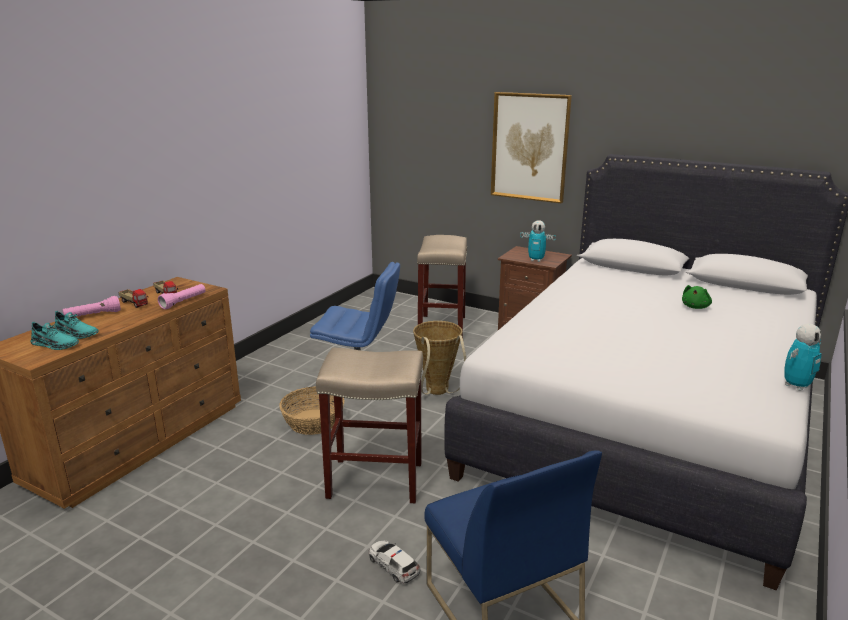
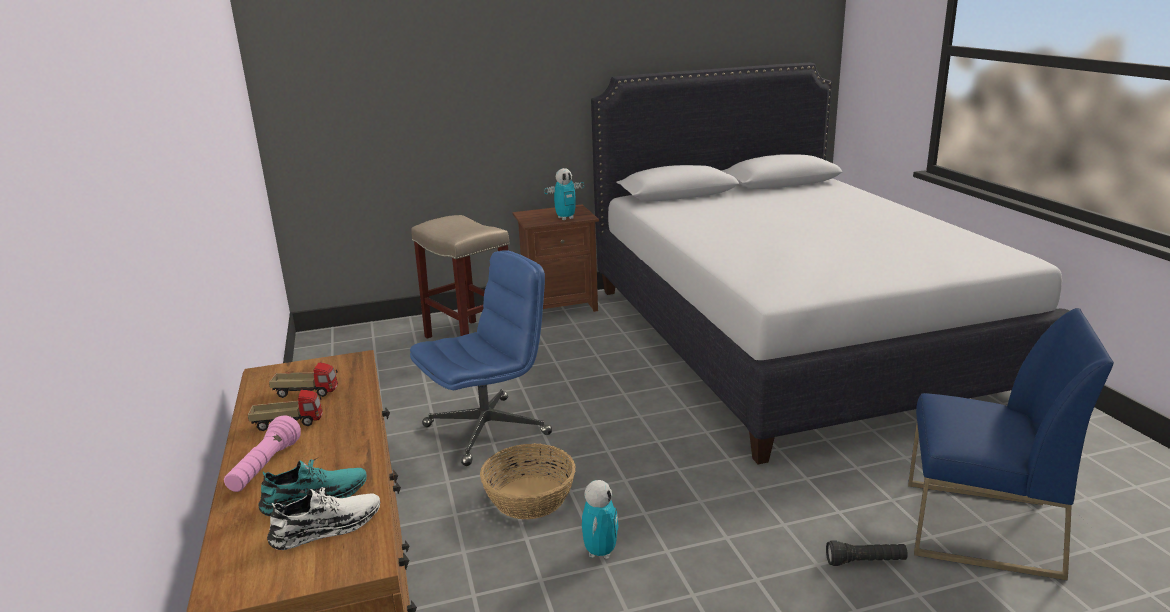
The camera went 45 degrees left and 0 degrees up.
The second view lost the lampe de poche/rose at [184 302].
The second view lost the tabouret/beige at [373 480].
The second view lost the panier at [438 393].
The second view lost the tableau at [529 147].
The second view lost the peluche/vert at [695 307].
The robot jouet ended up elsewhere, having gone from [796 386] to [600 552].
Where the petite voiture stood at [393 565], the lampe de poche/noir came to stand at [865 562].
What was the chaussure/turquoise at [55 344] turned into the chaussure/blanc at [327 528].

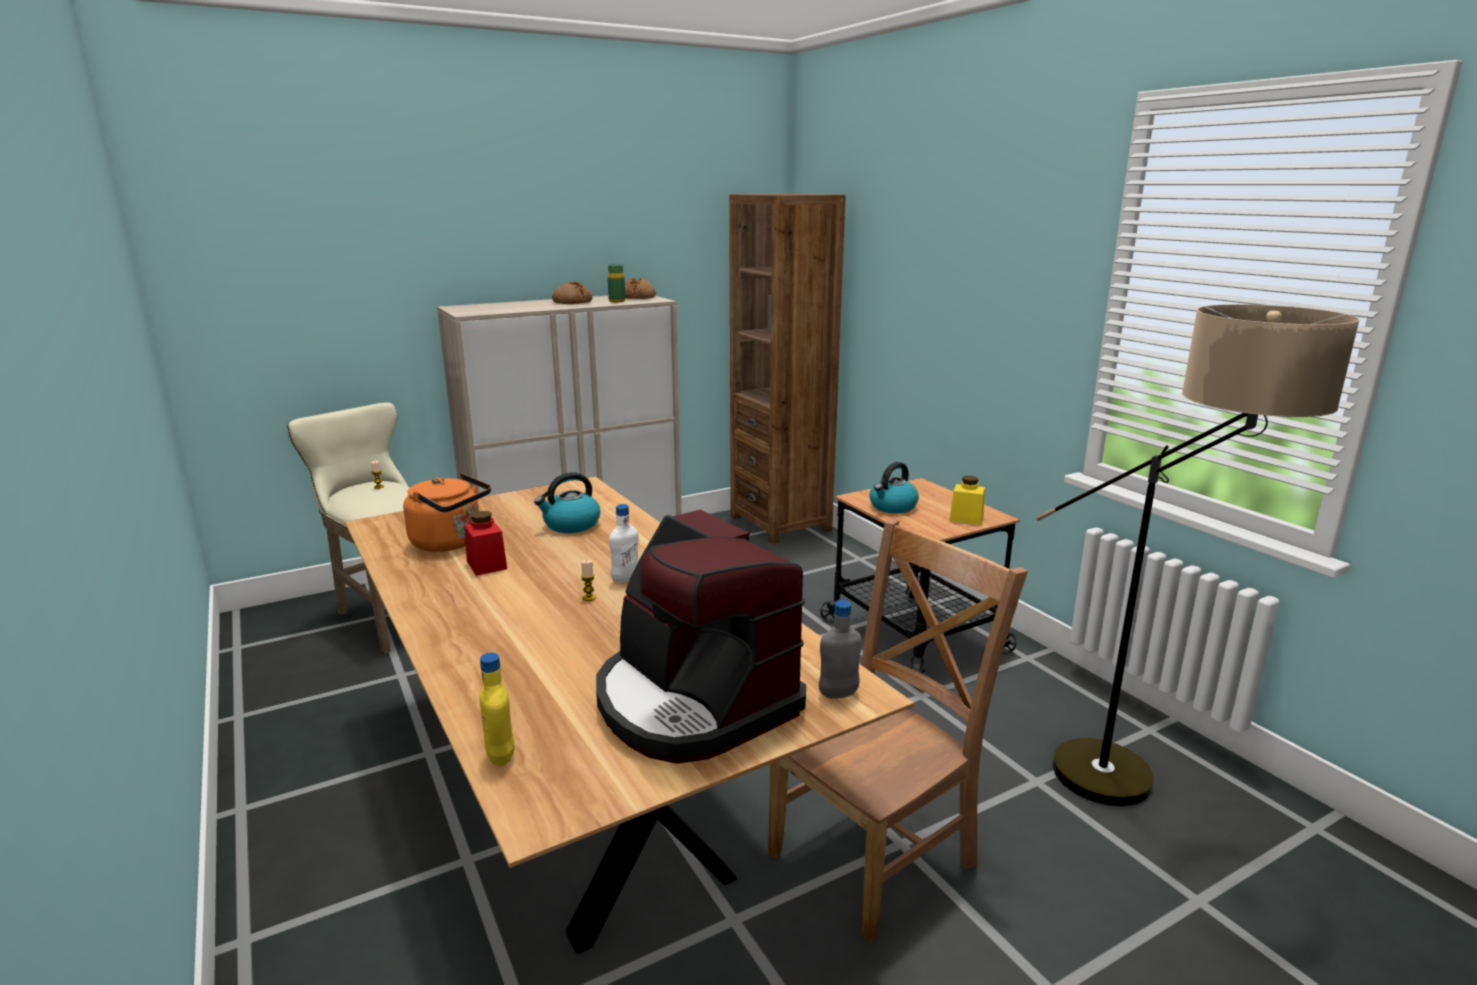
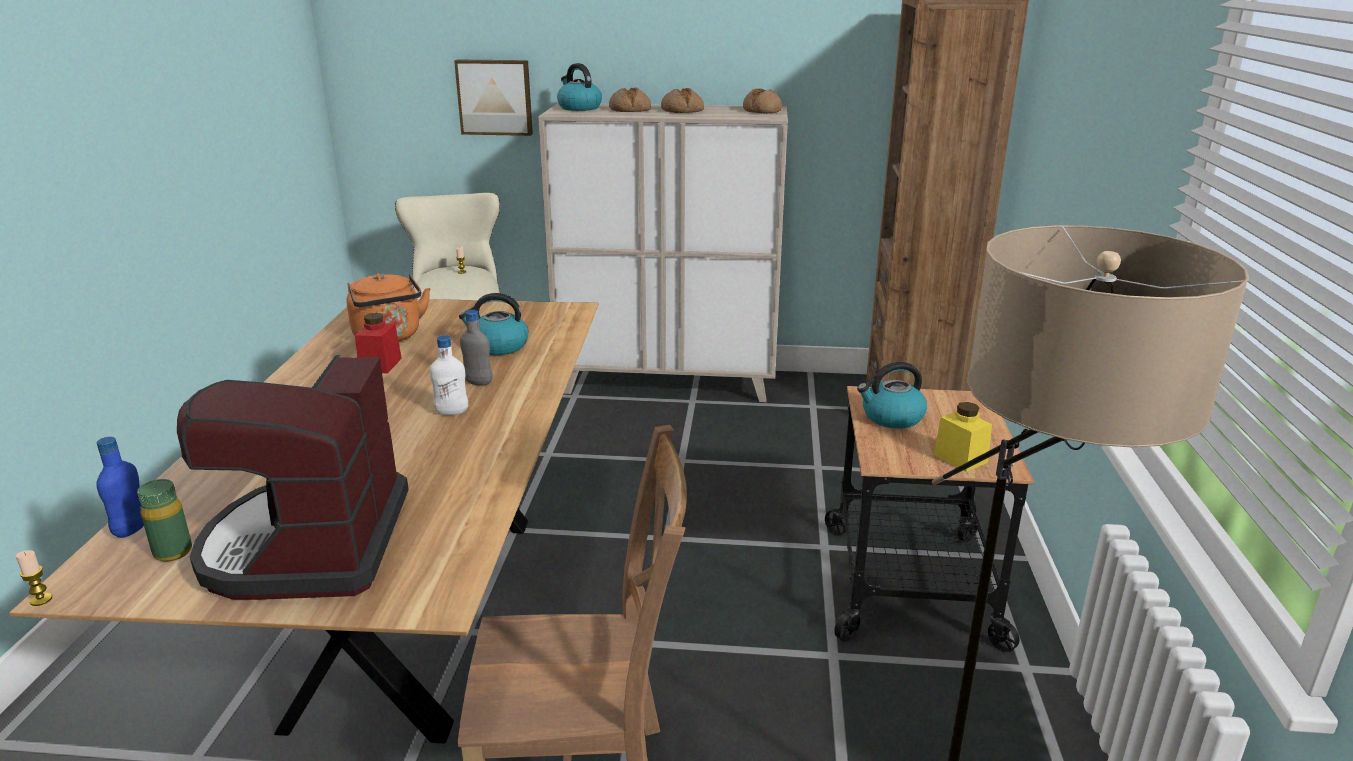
The camera went 35 degrees right and 5 degrees up.
The second view gained the tableau at [495 97].
The second view gained the bouilloire at [579 108].
The second view gained the pain at [630 109].
The bougie ended up elsewhere, having gone from [589 598] to [41 600].
The bouteille/vert ended up elsewhere, having gone from [617 301] to [173 552].
The bouteille/gris ended up elsewhere, having gone from [838 694] to [478 383].
What was the bouteille/jaune at [501 756] turned into the bouteille/bleu at [132 529].

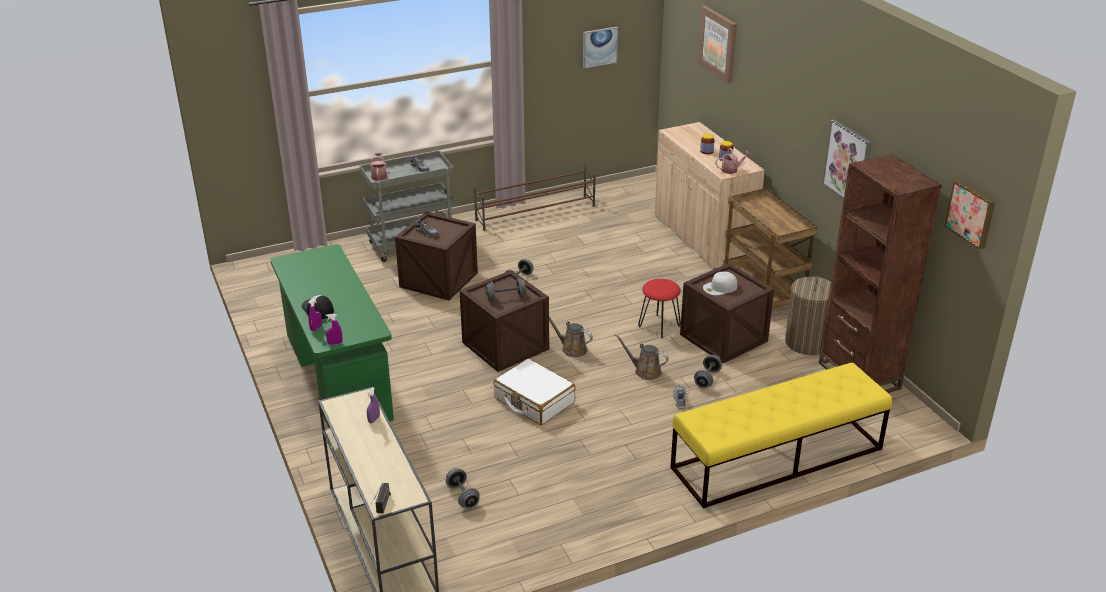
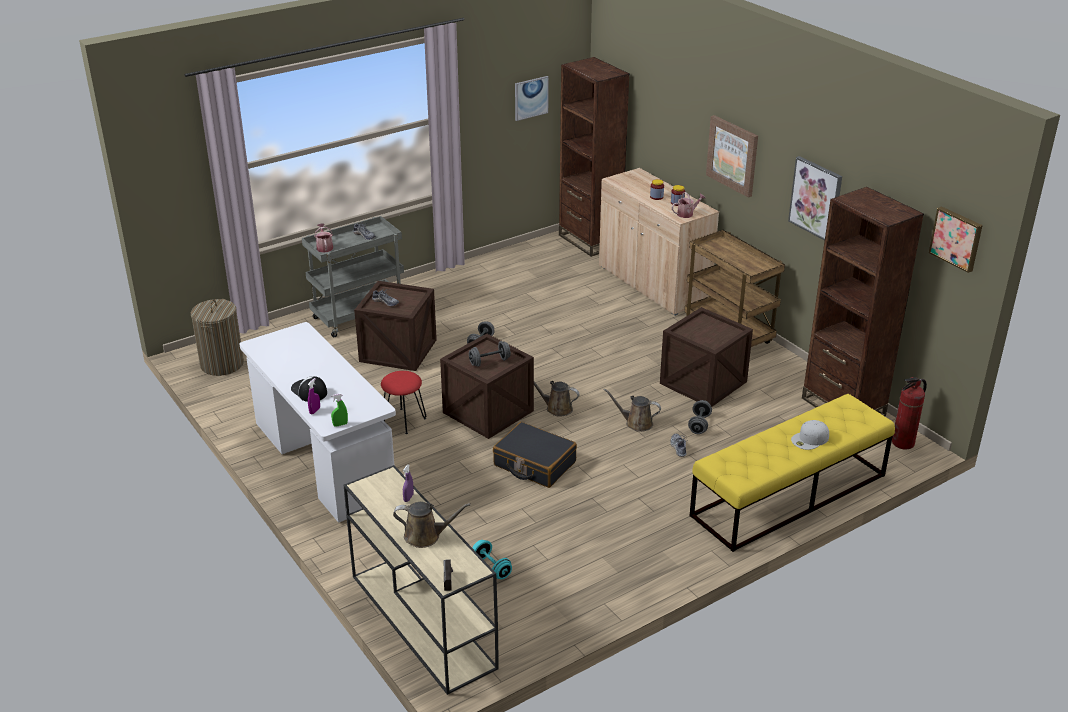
The camera went 10 degrees left and 0 degrees up.
The second view lost the étagère à chaussures/marron at [536 213].
The second view gained the arrosoir/marron at [426 536].
The second view gained the bibliothèque/marron at [590 241].
The second view gained the extincteur at [903 443].
The tabouret/rouge ended up elsewhere, having gone from [659 326] to [404 421].
The tableau ended up elsewhere, having gone from [718 43] to [733 155].
The casquette/blanc ended up elsewhere, having gone from [720 287] to [810 439].
The panier à linge ended up elsewhere, having gone from [807 342] to [222 364].
What was the bureau/vert at [337 377] turned into the bureau/blanc at [323 461].
What was the vaporisateur/violet at [335 343] turned into the vaporisateur/vert at [340 424].
What was the haltère/gris at [462 496] turned into the haltère/turquoise at [491 567].
What was the valise/blanc at [534 401] turned into the valise/noir at [534 464].

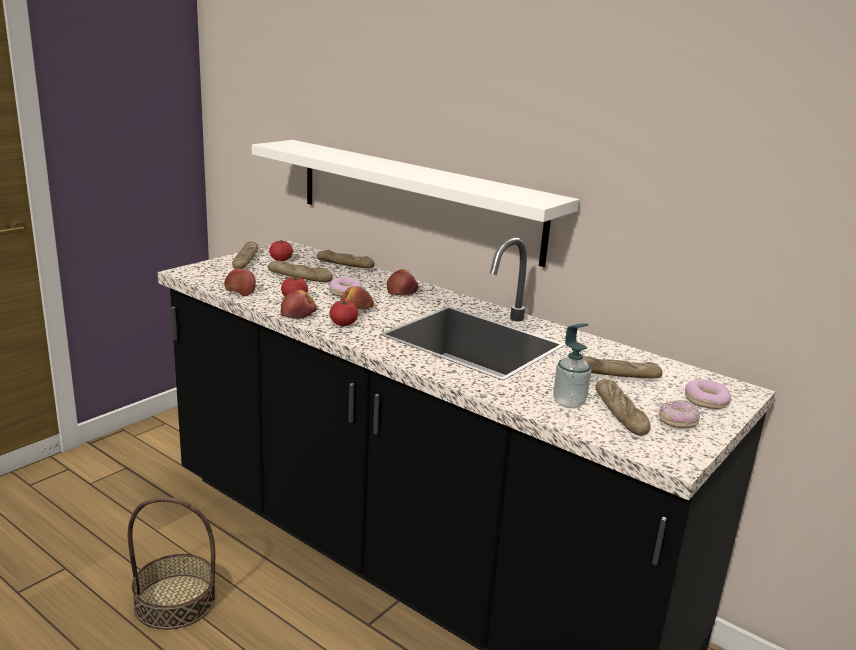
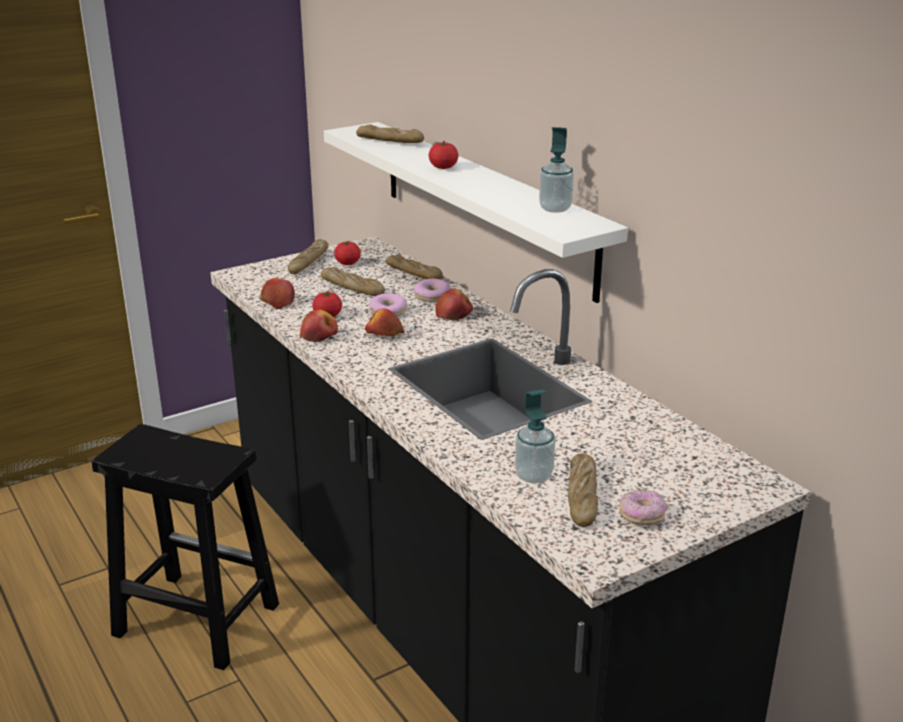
The camera went 20 degrees right and 5 degrees up.
The second view gained the distributeur de savon at [555 208].
The tomate ended up elsewhere, having gone from [343 324] to [443 167].
The pain ended up elsewhere, having gone from [616 375] to [390 141].
The beignet ended up elsewhere, having gone from [706 401] to [432 296].
Where the panier stood at [175 601], the tabouret/noir came to stand at [194 619].

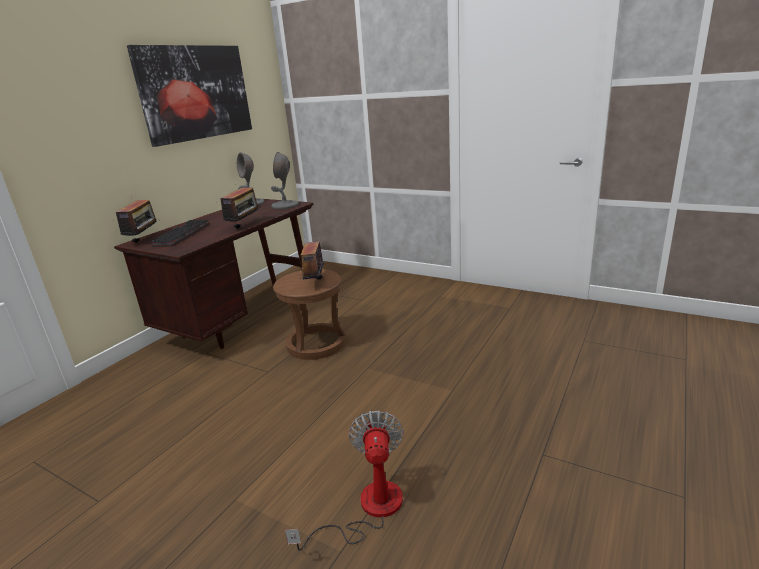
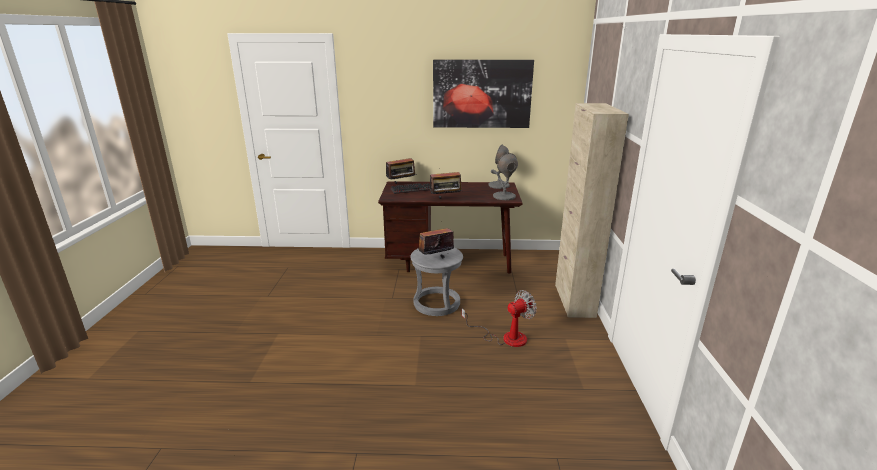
The camera went 60 degrees right and 0 degrees up.
The second view gained the meuble de rangement/beige at [574 300].
The ventilateur ended up elsewhere, having gone from [368 509] to [506 337].
What was the tabouret/marron at [316 344] turned into the tabouret/gris at [436 303].

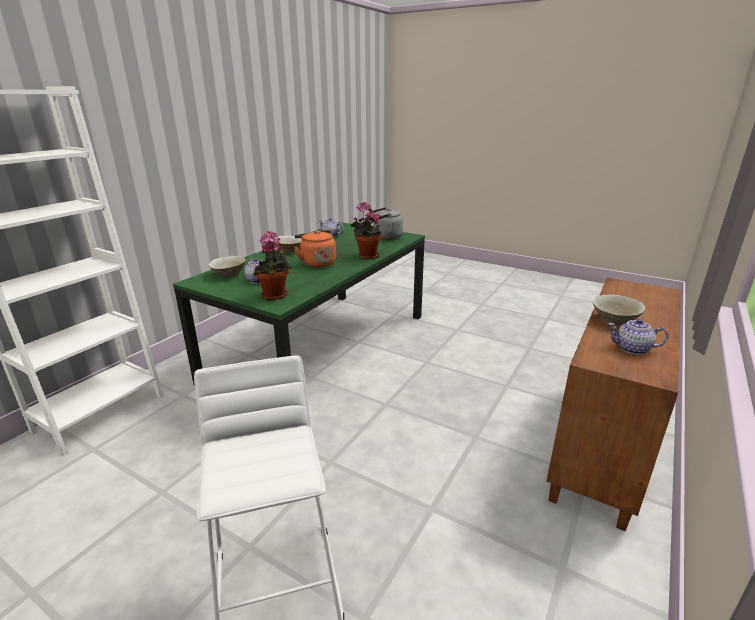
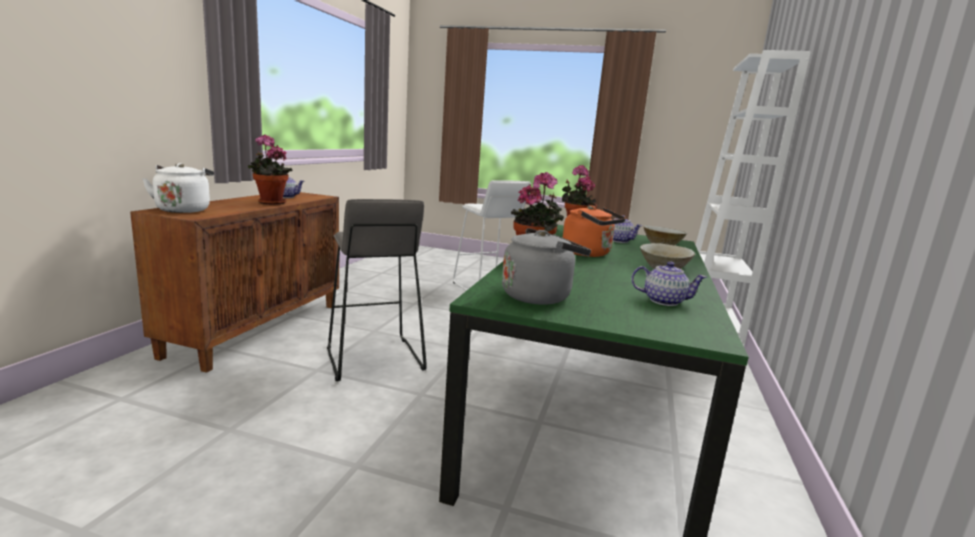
The camera went 165 degrees right and 10 degrees down.
The second view gained the bouilloire/blanc at [184 210].
The second view gained the tabouret/gris at [373 359].
Where the bol/beige stood at [614 320], the plante en pot came to stand at [270 203].

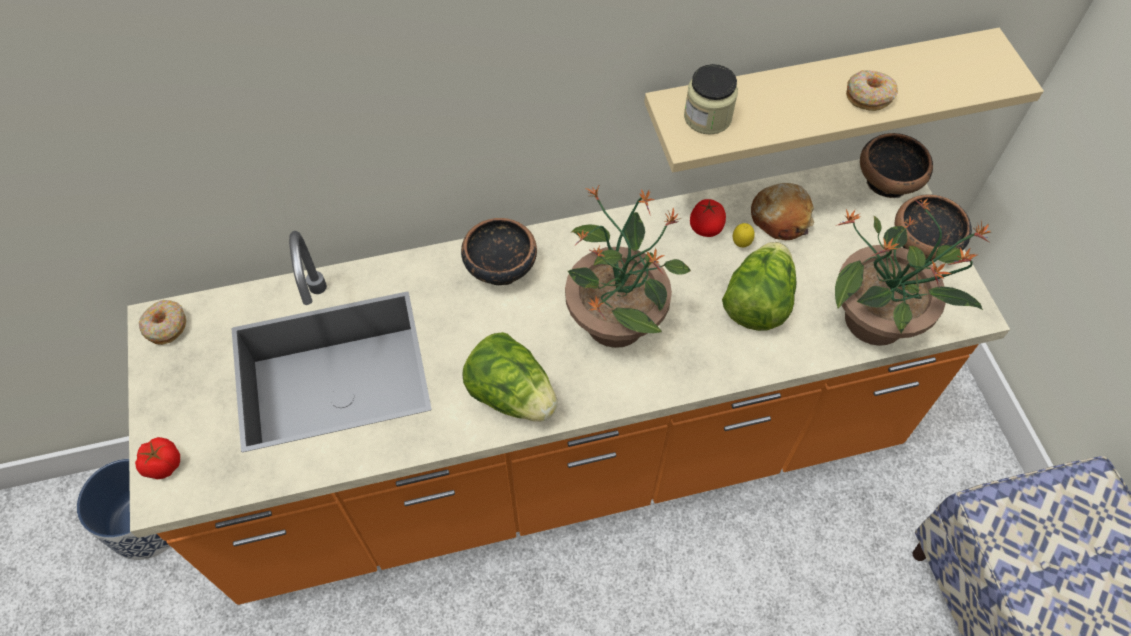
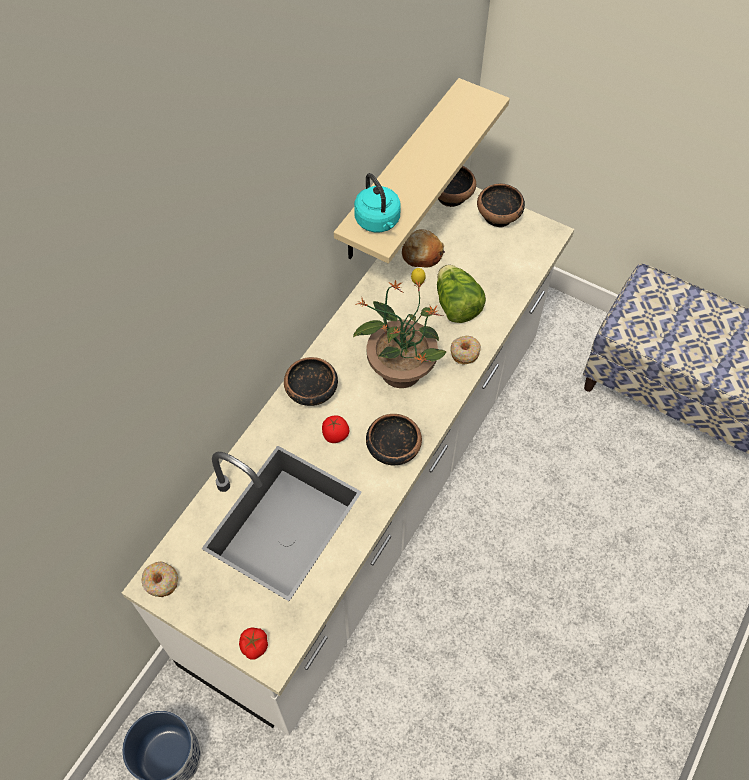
The camera went 45 degrees left and 0 degrees up.
The second view lost the plante en pot at [877 320].
The tomate ended up elsewhere, having gone from [705 229] to [335 436].
The beignet ended up elsewhere, having gone from [869 96] to [464 352].
Where the laitue stood at [512 395], the bol came to stand at [393 449].
Where the bocal stood at [707 117], the bouilloire/turquoise came to stand at [378 222].
What was the comptoir de cuisine/orange at [565 457] turned into the comptoir de cuisine/blanc at [374 494].

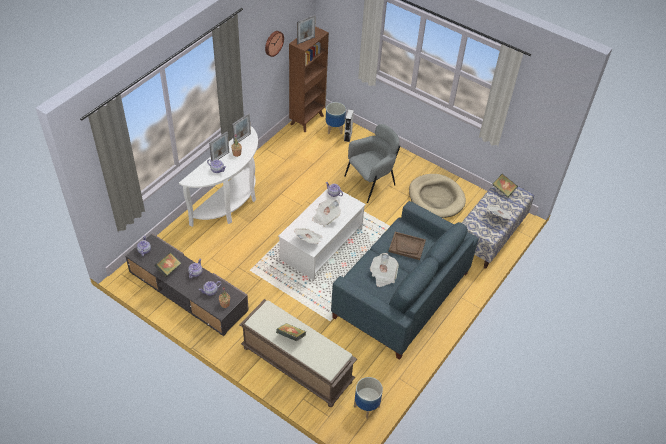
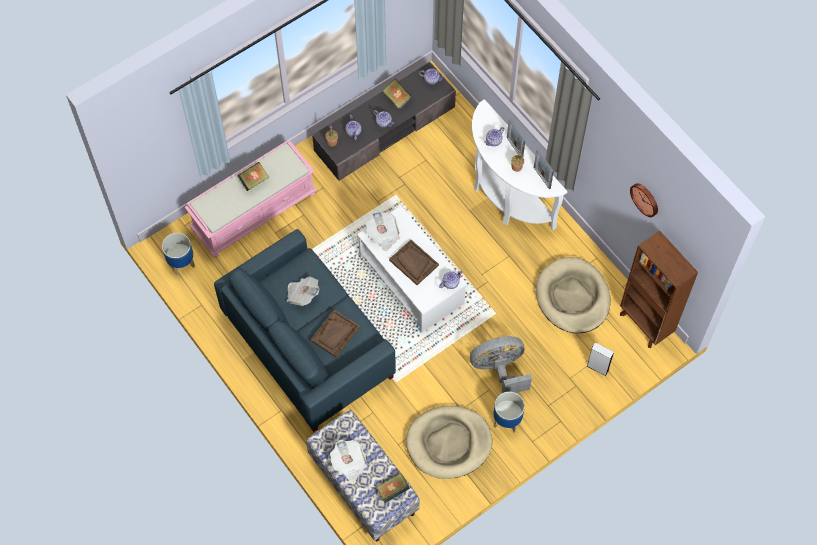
The camera went 110 degrees right and 15 degrees up.
The second view lost the cadre photo at [306 40].
The second view gained the panier pour chien/beige at [572 297].
The cache-pot ended up elsewhere, having gone from [335 129] to [507 420].
Where the journal stood at [325 217], the plateau/marron came to stand at [413 263].
Where the fauteuil/gris stood at [371 182], the ventilateur/gris came to stand at [499 370].
What was the banc/marron at [296 365] turned into the banc/rose at [254 211].

